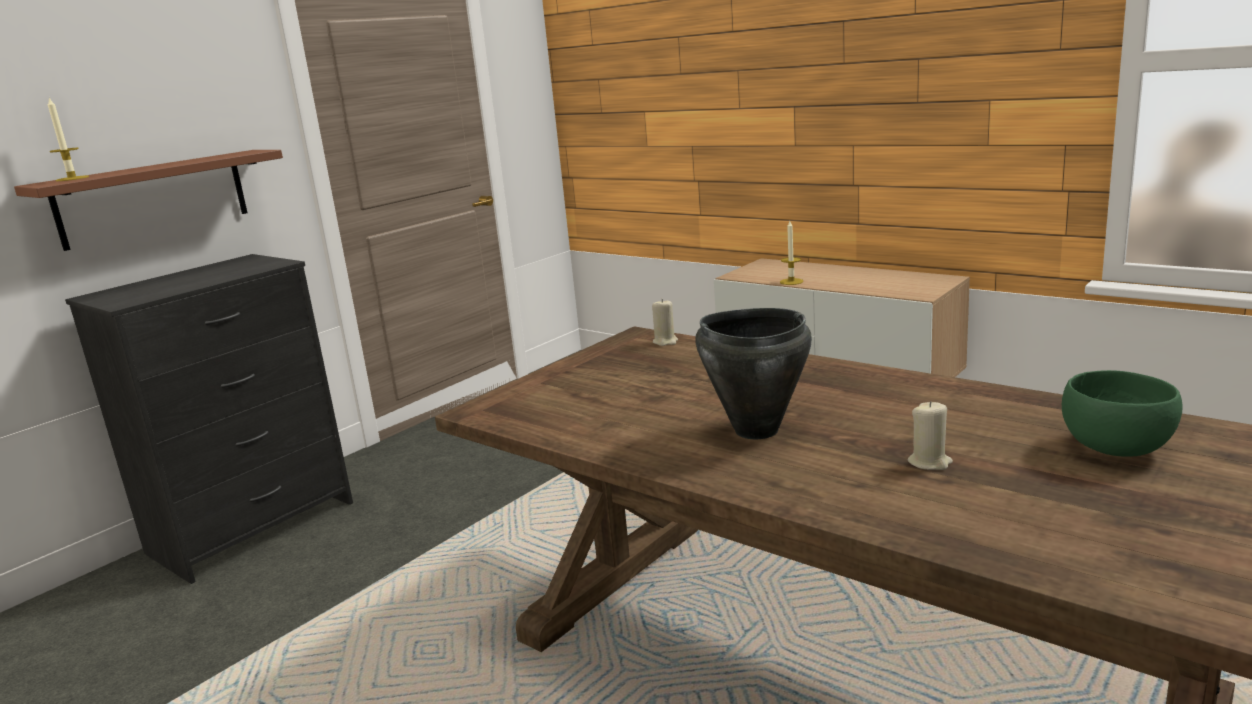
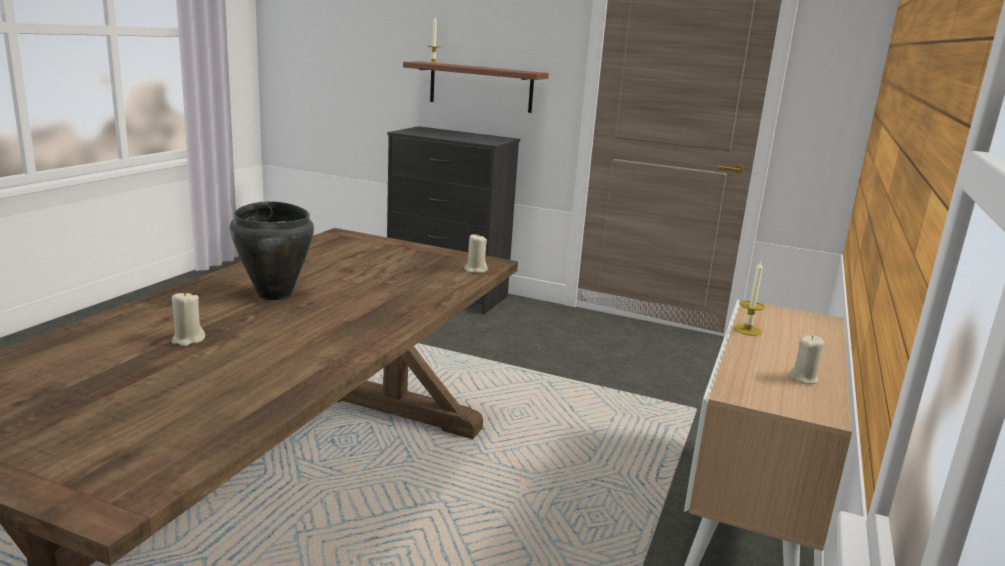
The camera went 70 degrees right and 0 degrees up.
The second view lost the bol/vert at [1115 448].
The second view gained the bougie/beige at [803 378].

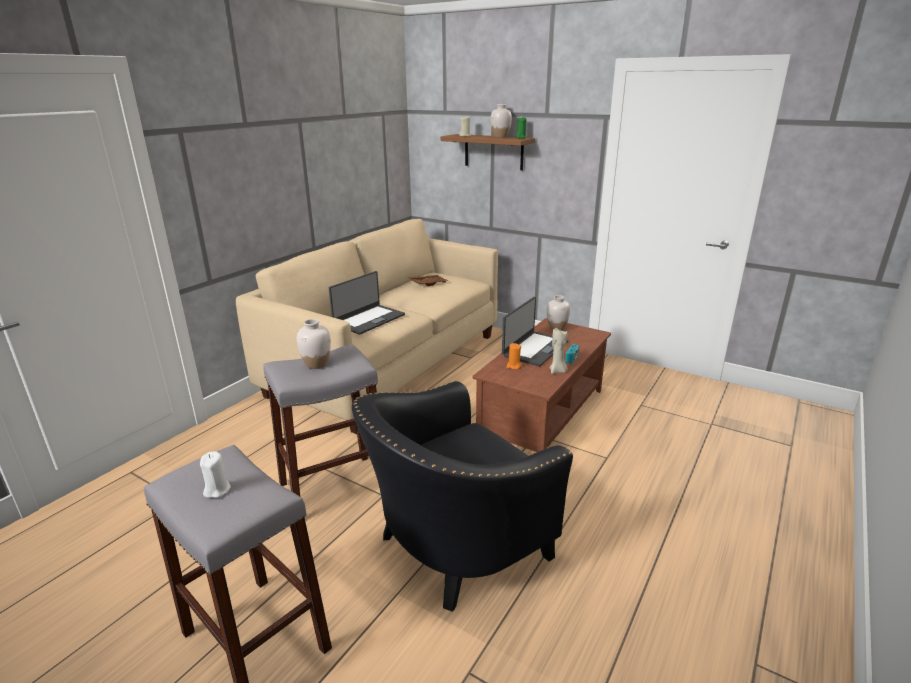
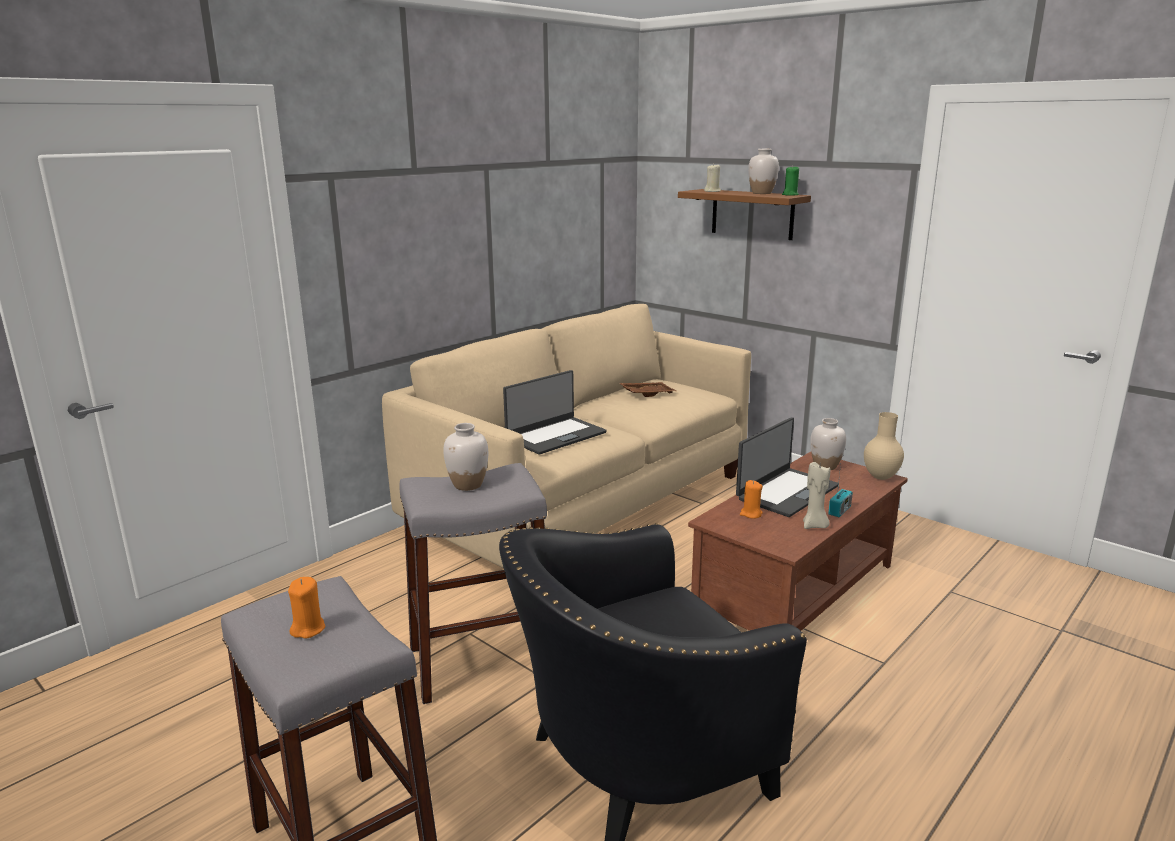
The camera went 10 degrees right and 5 degrees down.
The second view gained the vase/beige at [881 477].
What was the bougie/blanc at [217 490] turned into the bougie/orange at [308 629].

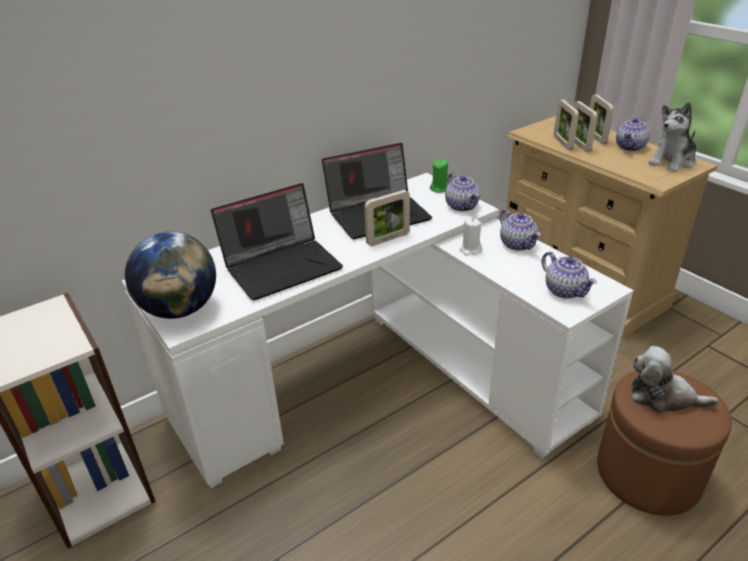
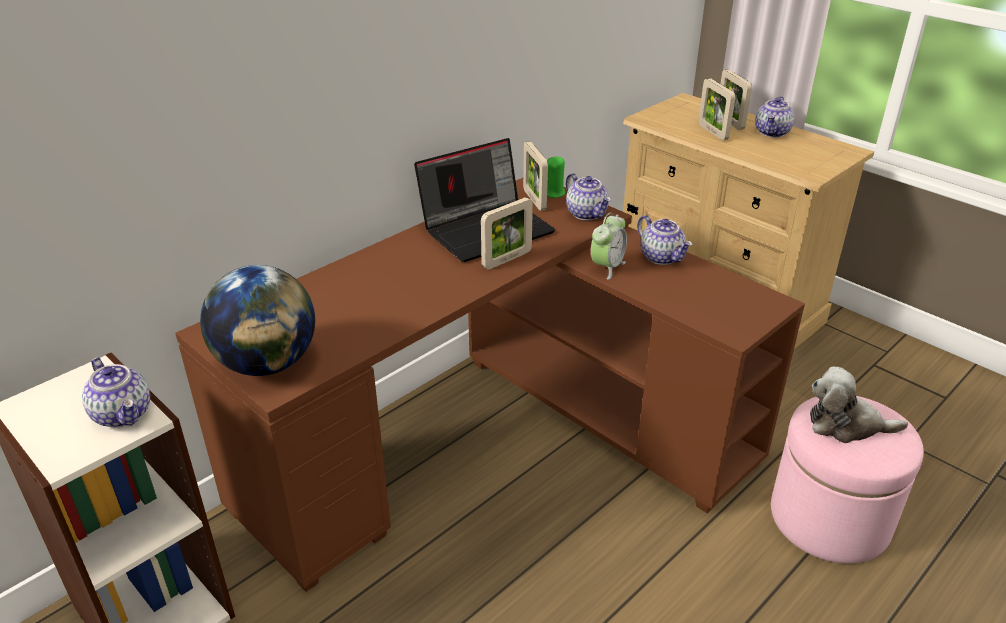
The camera went 10 degrees left and 0 degrees up.
The second view lost the ordinateur portable at [283 266].
The second view lost the peluche at [672 162].
The théière ended up elsewhere, having gone from [565 290] to [123 414].
The cadre photo ended up elsewhere, having gone from [562 143] to [534 200].
Where the bougie/blanc stood at [470 250], the réveil came to stand at [607 267].
What was the bureau/blanc at [381 381] turned into the bureau/marron at [497 439].
What was the pouf/marron at [647 474] turned into the pouf/rose at [829 518].

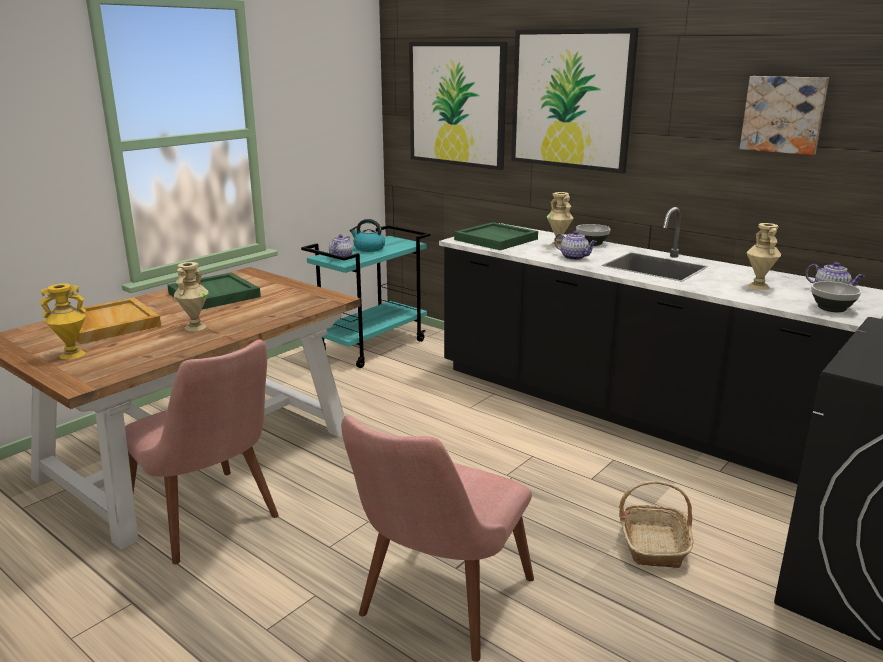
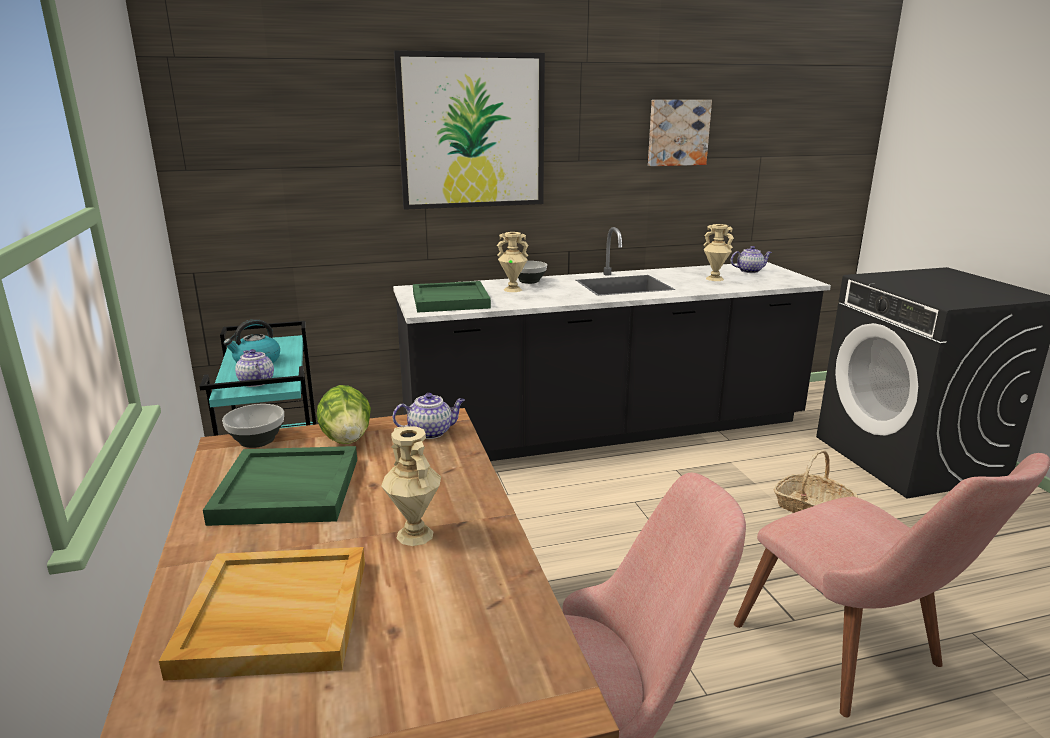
The camera went 55 degrees left and 0 degrees up.
The second view lost the vase/jaune at [72 355].
The second view lost the tableau at [457 104].
The second view gained the laitue at [347 439].
The théière ended up elsewhere, having gone from [574 257] to [431 432].
The bol ended up elsewhere, having gone from [832 308] to [257 440].

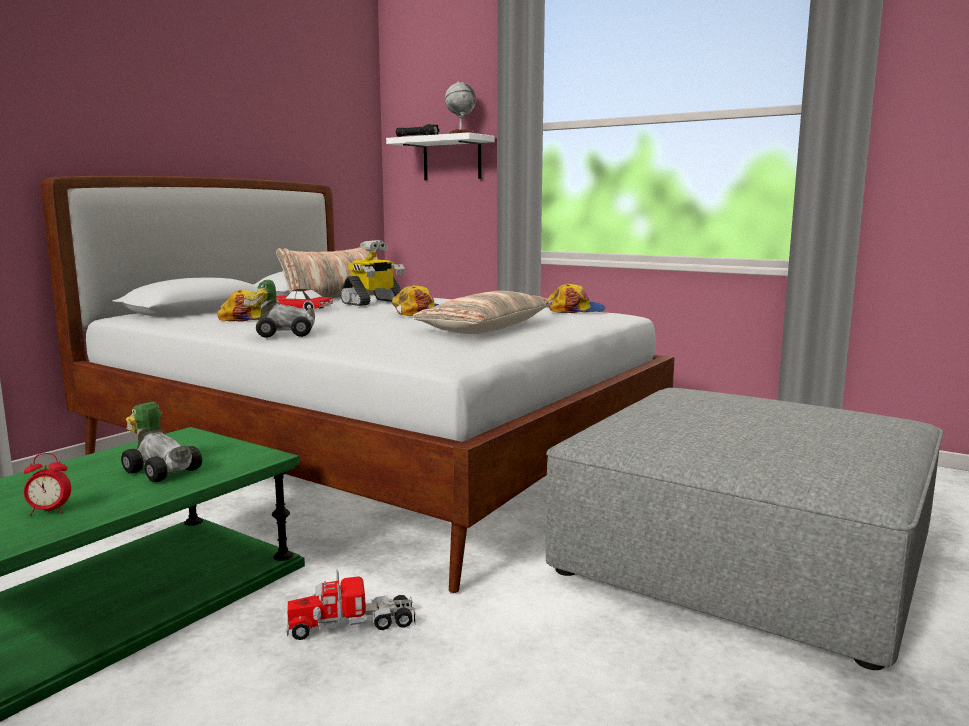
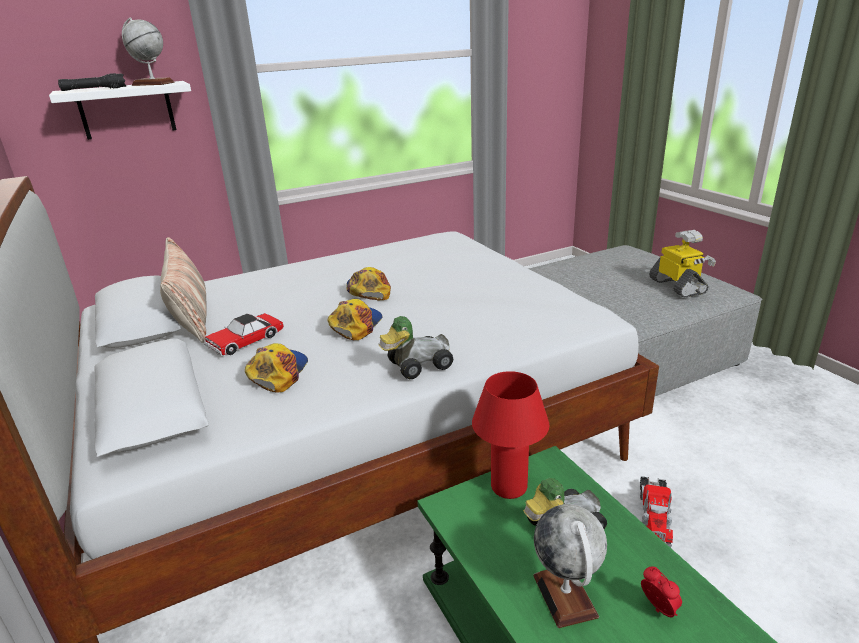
The camera went 60 degrees left and 15 degrees up.
The second view lost the coussin at [486 328].
The second view gained the lampe de table/rouge at [509 487].
The second view gained the globe at [565 596].
The robot jouet ended up elsewhere, having gone from [373 302] to [678 286].
The casquette ended up elsewhere, having gone from [576 310] to [355 325].
The réveil at [49 511] ended up facing another way, 45 degrees counterclockwise from before.
The petite voiture at [282 334] ended up facing another way, 45 degrees clockwise from before.

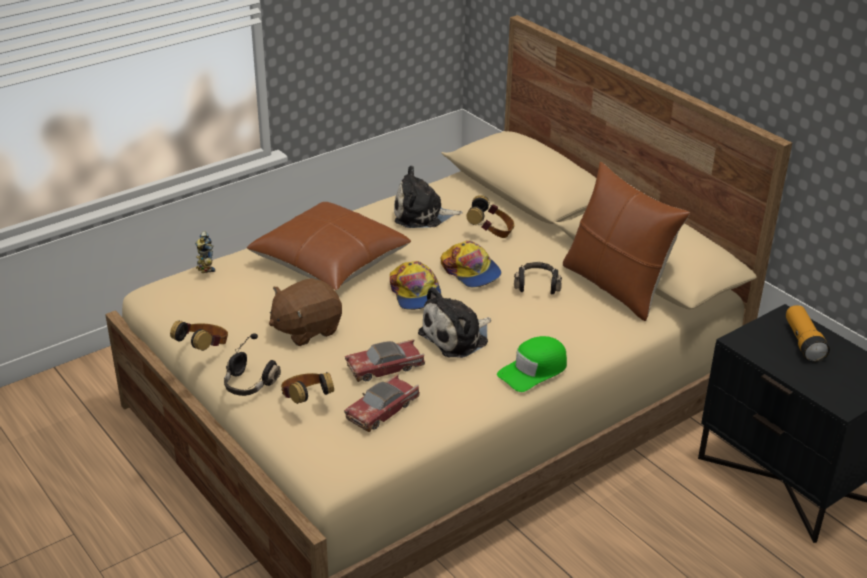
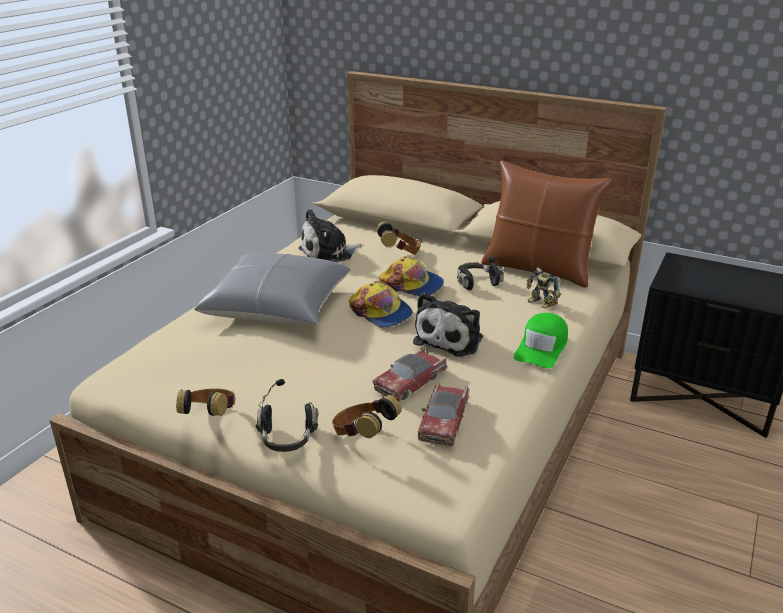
The camera went 25 degrees left and 5 degrees down.
The second view lost the peluche/marron at [306 329].
The second view lost the lampe de poche at [803 342].
The robot jouet ended up elsewhere, having gone from [204 267] to [540 304].
What was the coussin/marron at [330 262] turned into the coussin/gris at [278 307].

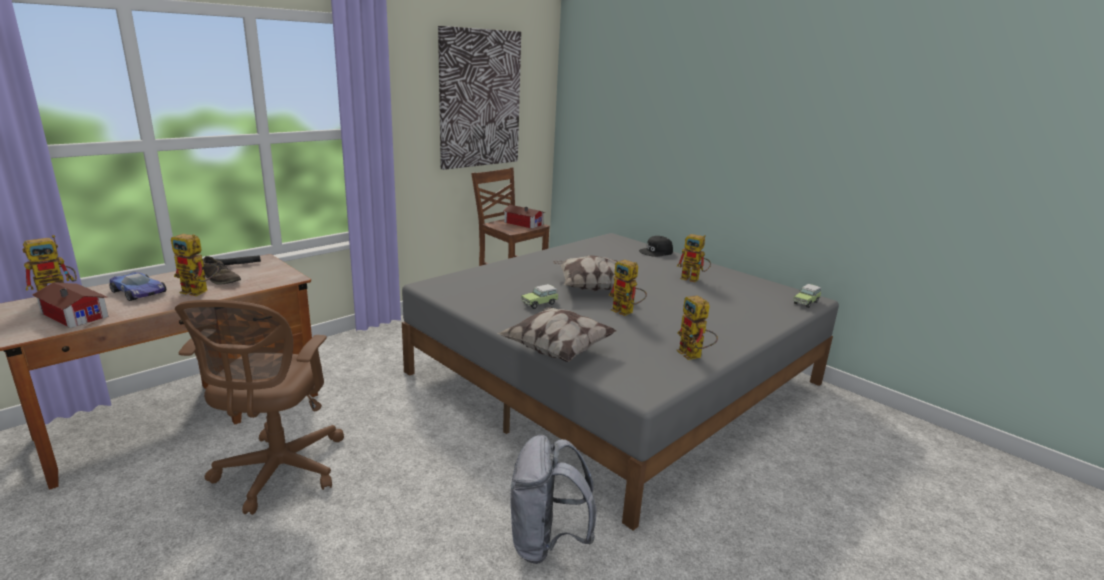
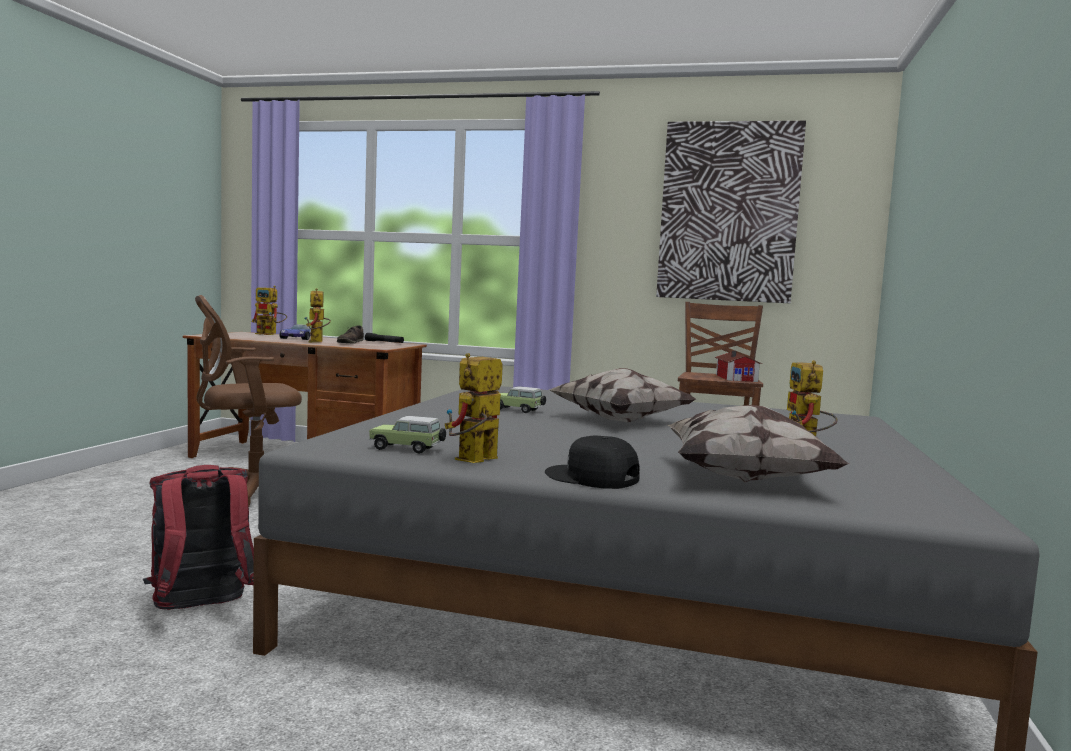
The camera went 60 degrees right and 15 degrees down.
The second view lost the maison miniature at [75 314].
The second view lost the robot jouet at [627 312].
The coussin ended up elsewhere, having gone from [557 350] to [748 478].
The casquette/noir ended up elsewhere, having gone from [656 252] to [591 477].
The petite voiture ended up elsewhere, having gone from [806 302] to [408 449].
What was the sac à dos/gris at [546 542] turned into the sac à dos/rouge at [201 608].

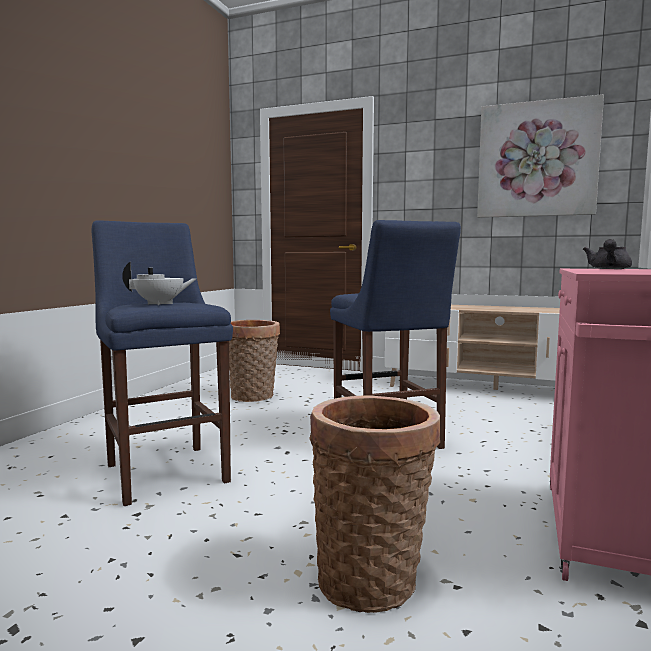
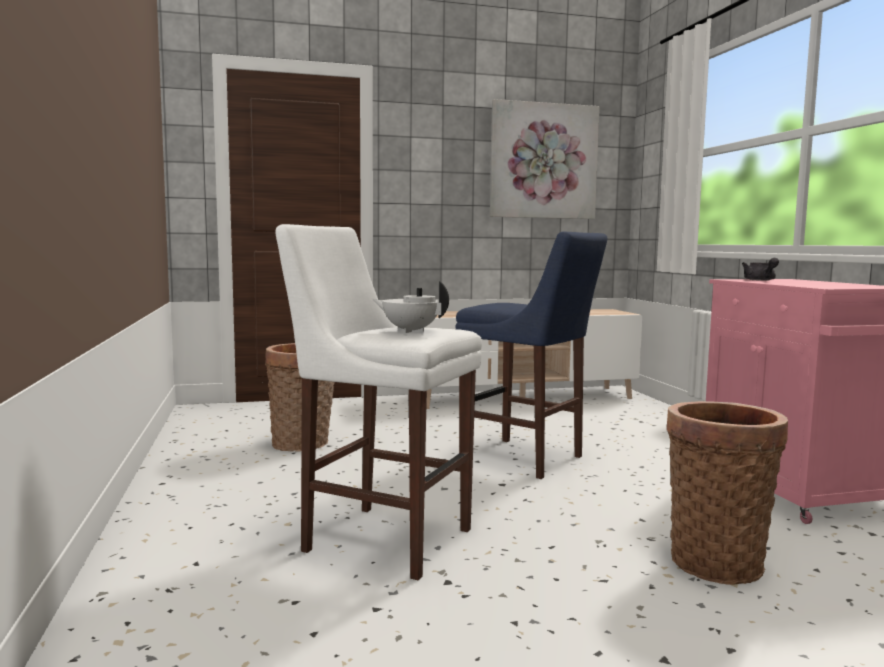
The camera went 35 degrees left and 0 degrees up.
What was the tabouret/bleu at [165 470] turned into the tabouret/blanc at [381 538].
The théière/blanc at [160 304] ended up facing another way, 105 degrees counterclockwise from before.

